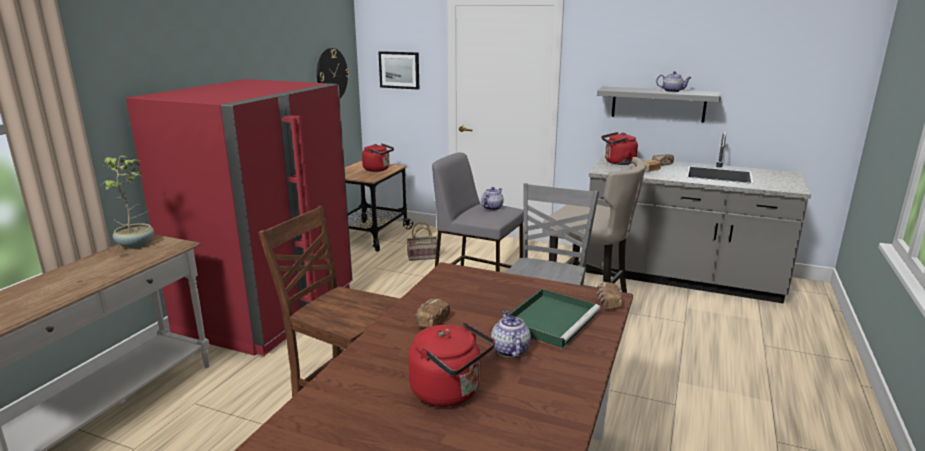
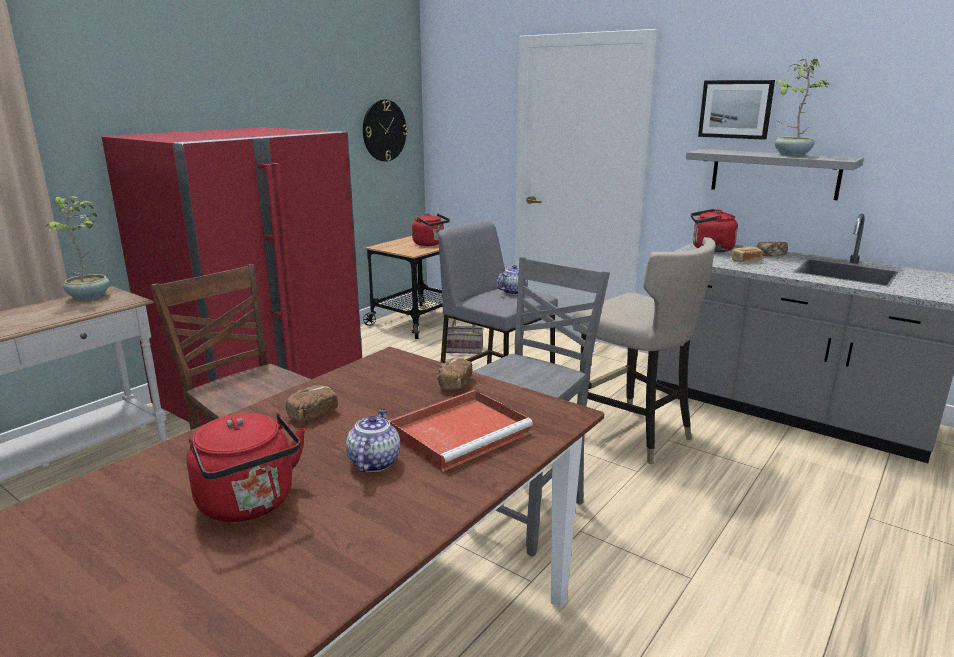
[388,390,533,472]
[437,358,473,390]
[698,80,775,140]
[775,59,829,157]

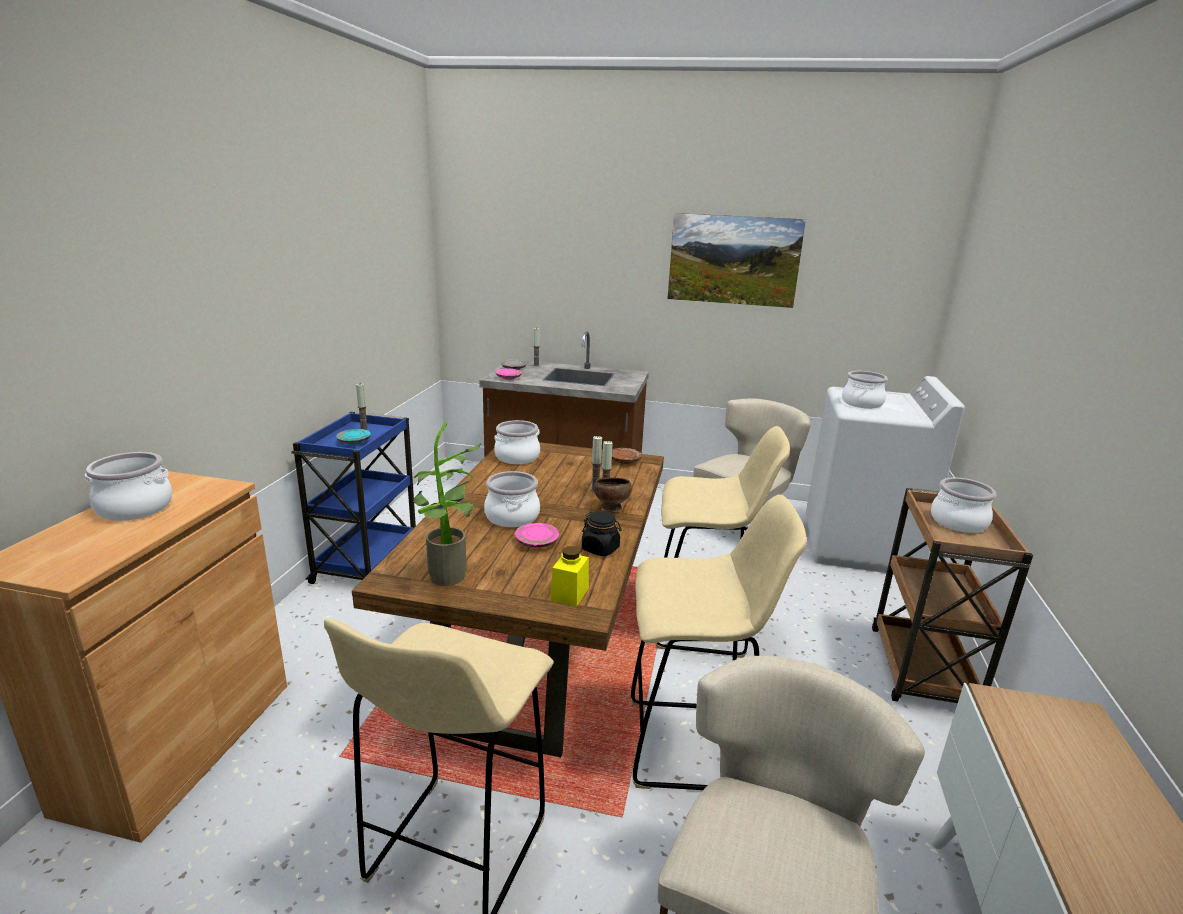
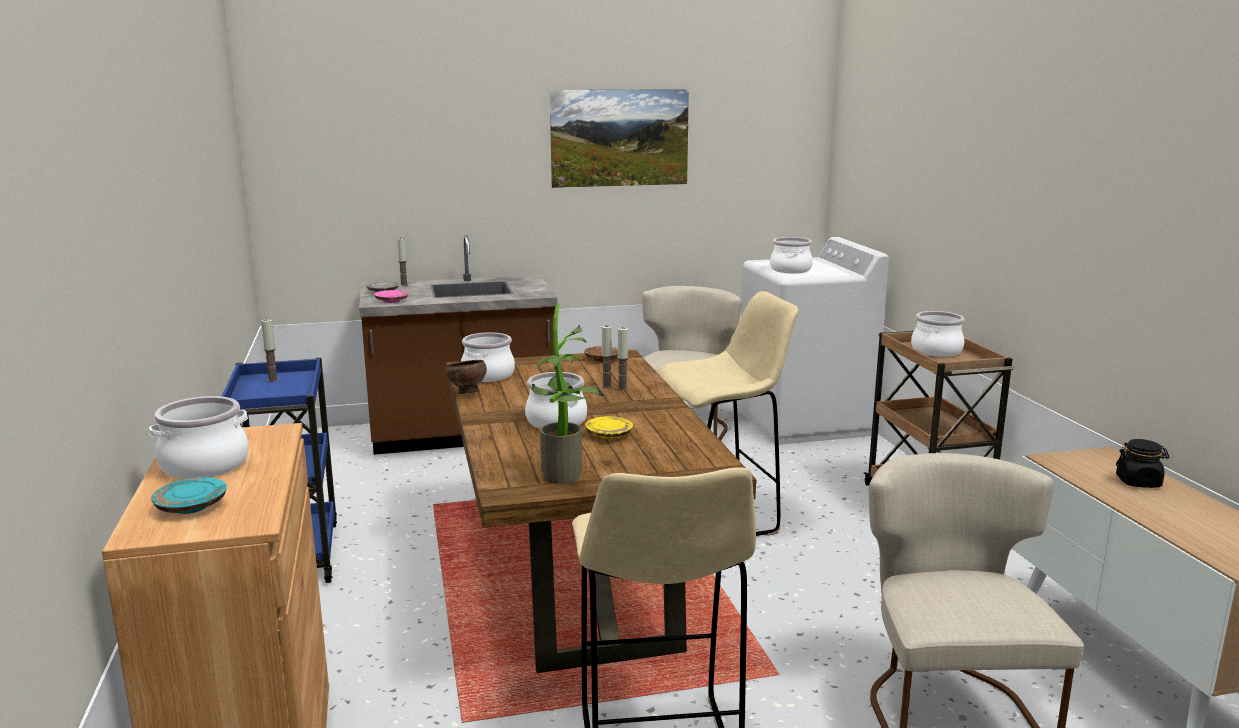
[151,477,227,514]
[446,360,487,394]
[586,416,633,439]
[1116,439,1169,488]
[550,546,589,607] (first image)
[631,494,807,790] (first image)

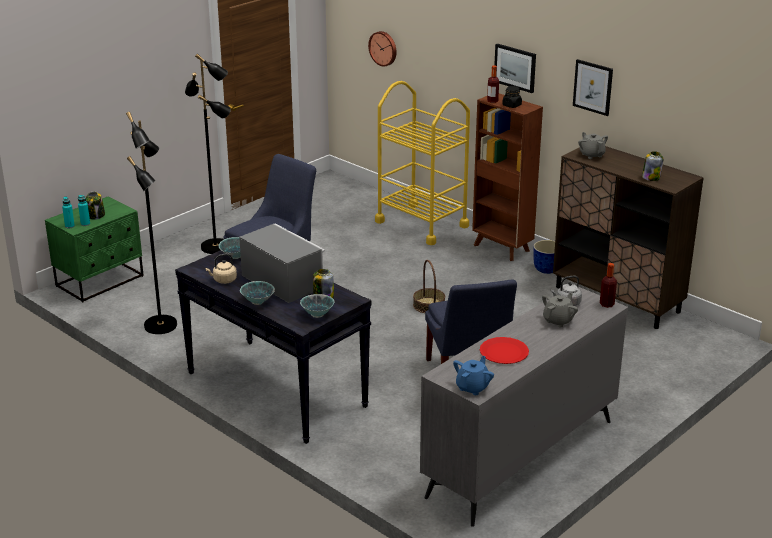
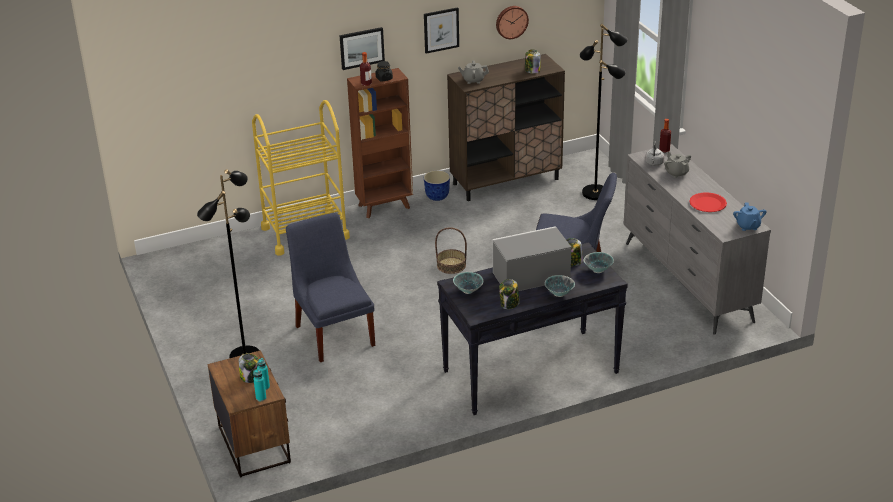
[208,350,291,478]
[496,6,529,39]
[499,279,520,309]
[580,24,627,200]
[733,202,767,231]

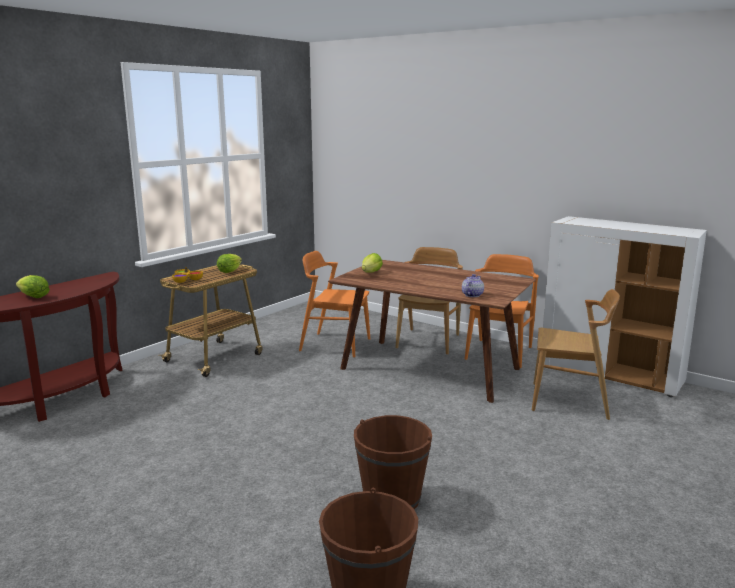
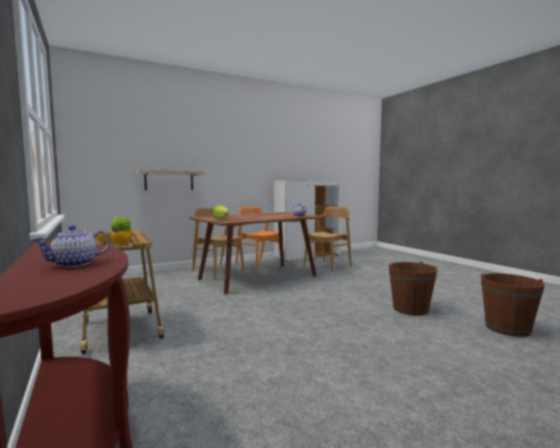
[32,225,110,267]
[136,169,205,190]
[299,251,370,358] (first image)

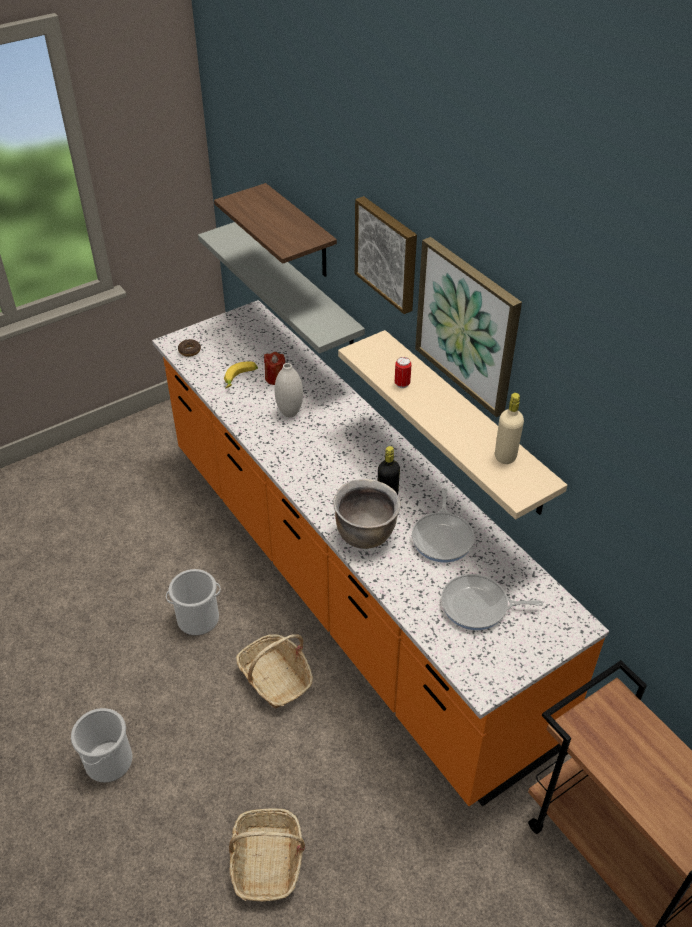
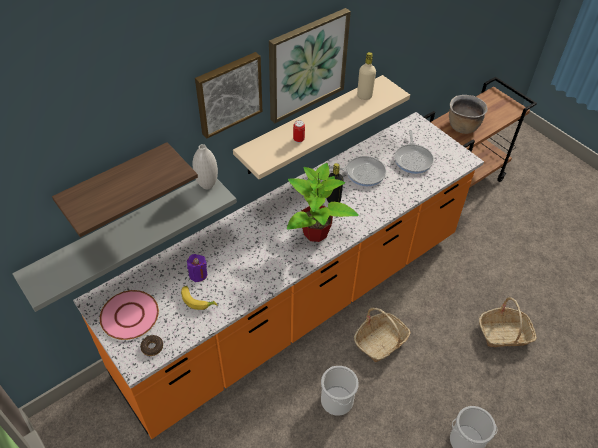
[100,290,159,340]
[187,254,207,282]
[192,144,218,189]
[287,163,359,242]
[449,95,488,134]

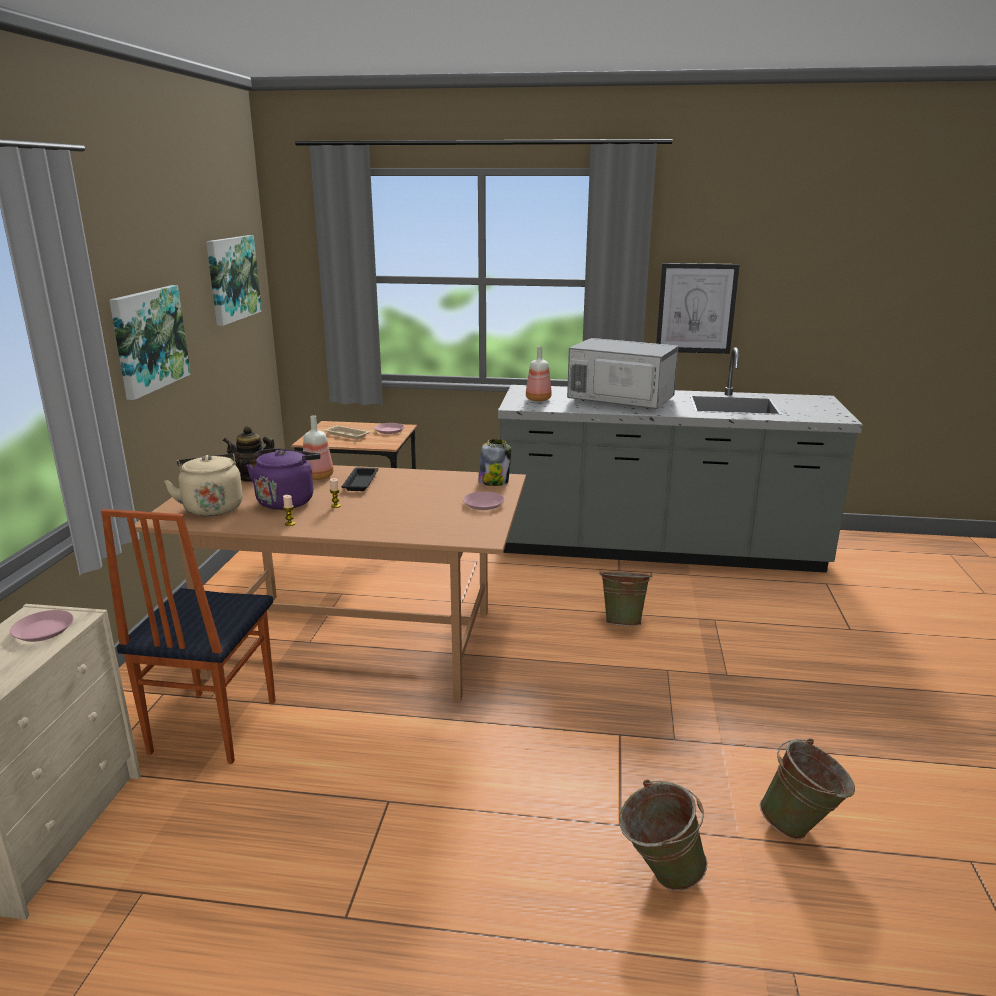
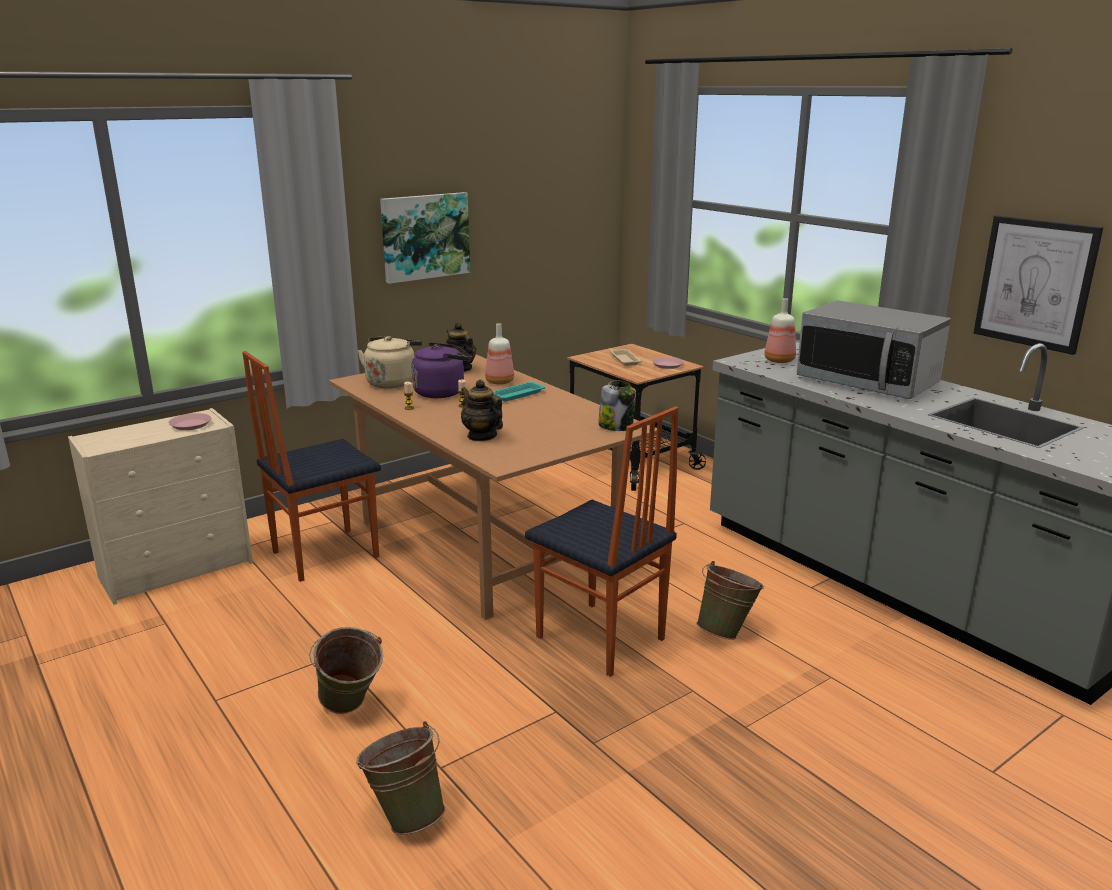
[309,627,383,714]
[461,379,503,441]
[493,382,546,402]
[525,406,679,677]
[796,300,951,399]
[206,235,262,326] (first image)
[463,491,505,510] (first image)

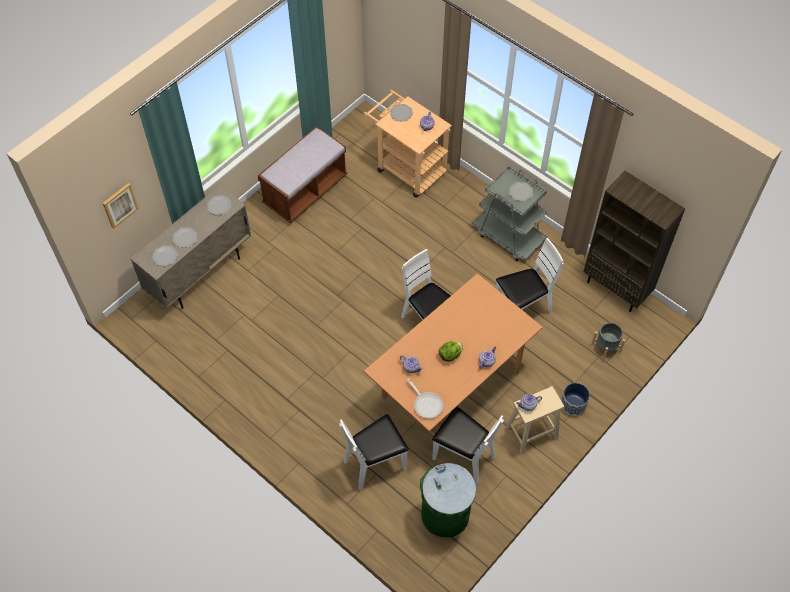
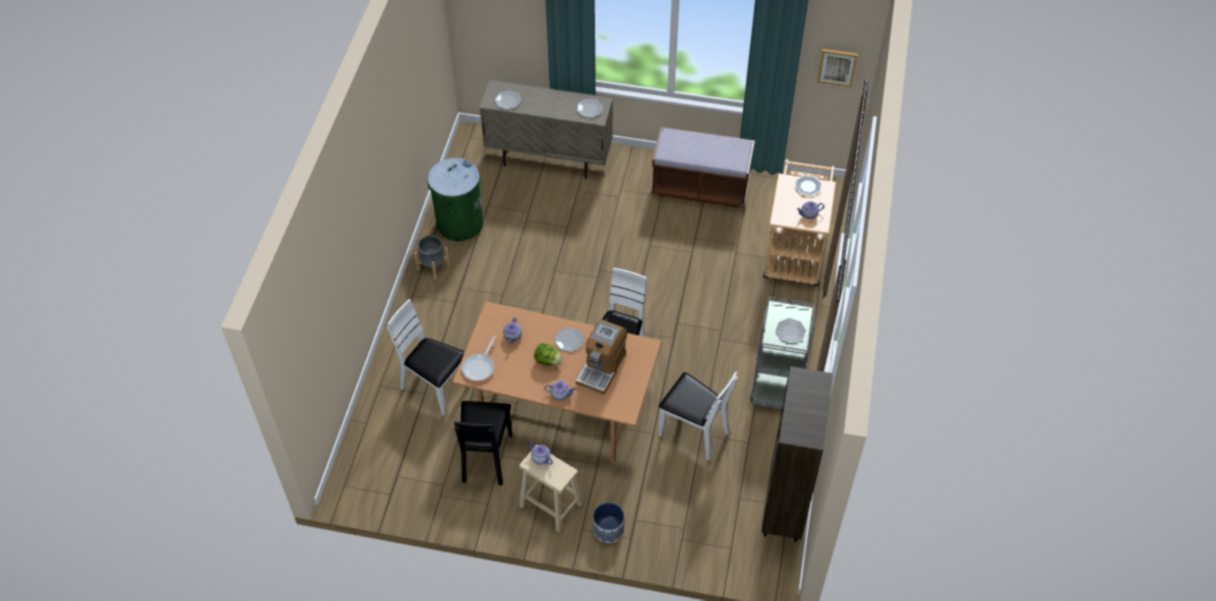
[414,235,450,280]
[427,158,484,241]
[454,401,512,485]
[554,327,584,352]
[576,319,627,395]
[817,49,858,87]

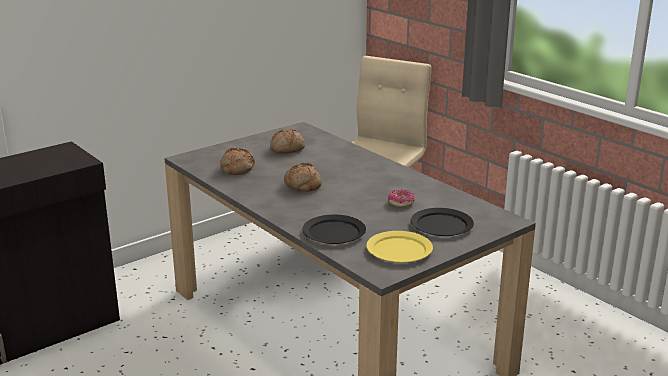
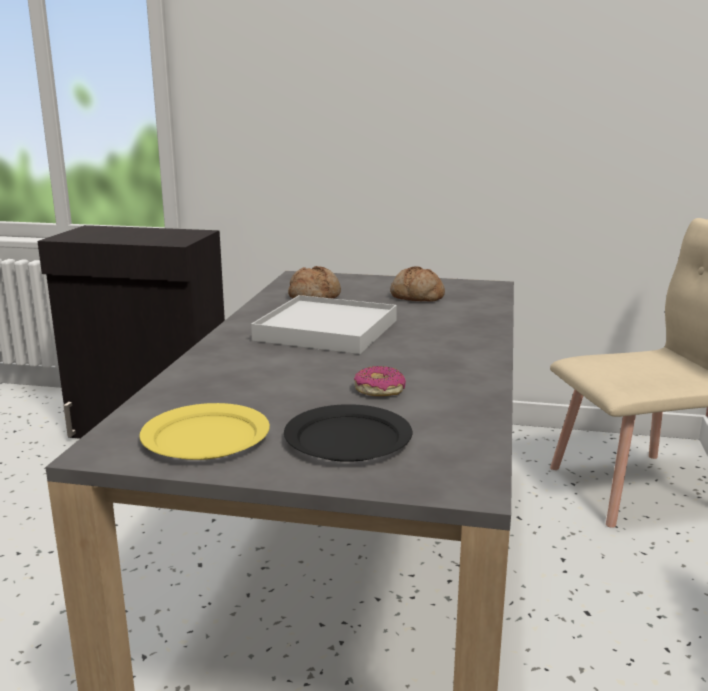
[251,295,397,354]
[302,215,366,244] (first image)

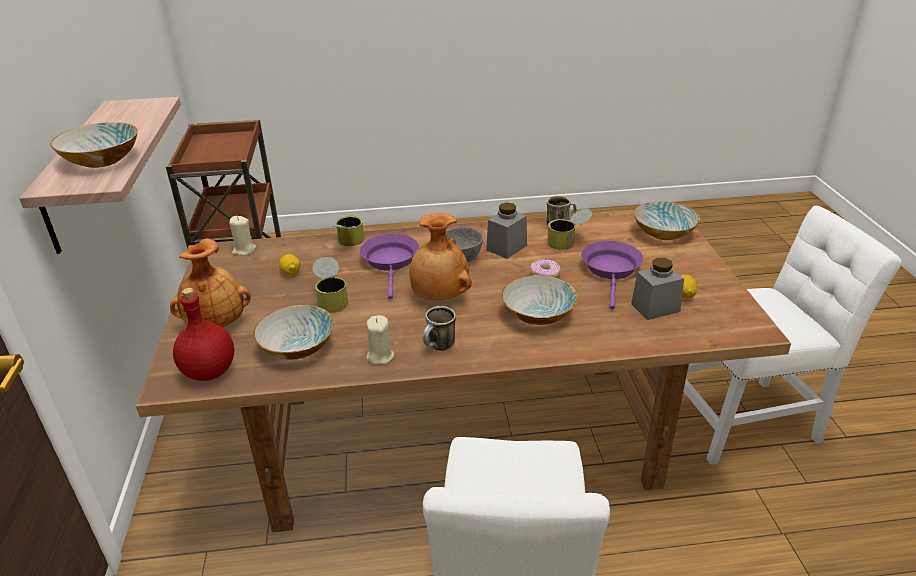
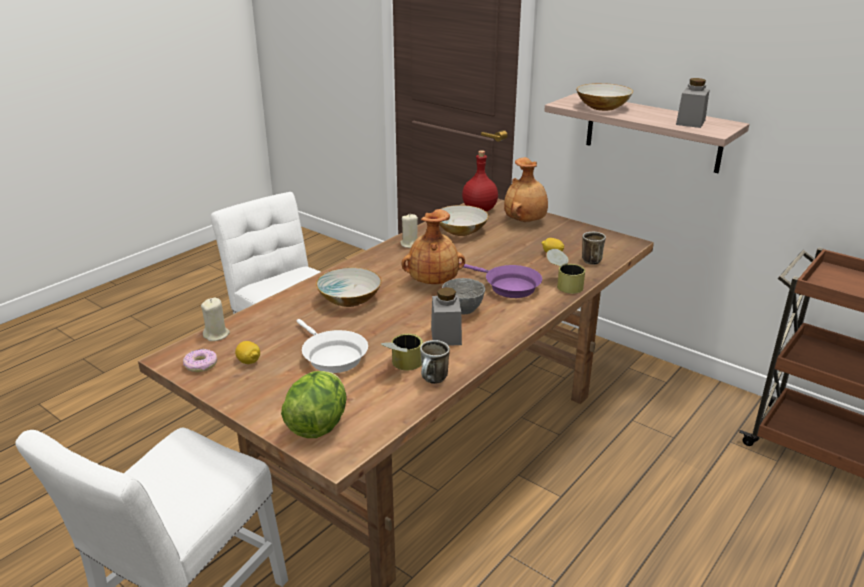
[183,349,217,372]
[201,298,230,341]
[281,371,346,438]
[297,319,368,373]
[582,232,606,265]
[676,78,710,128]
[312,257,348,313] (first image)

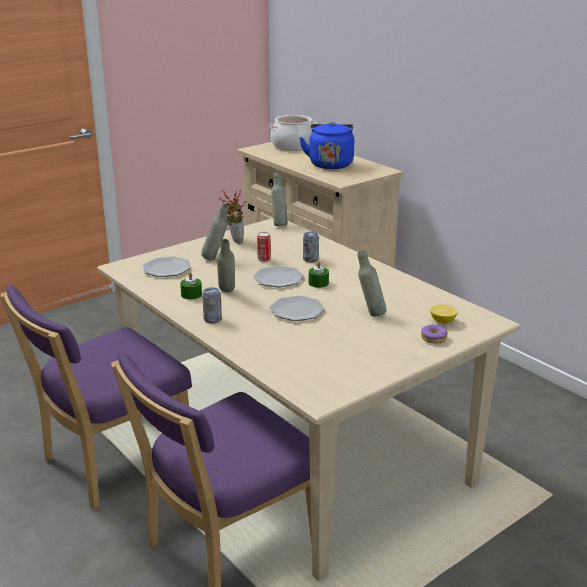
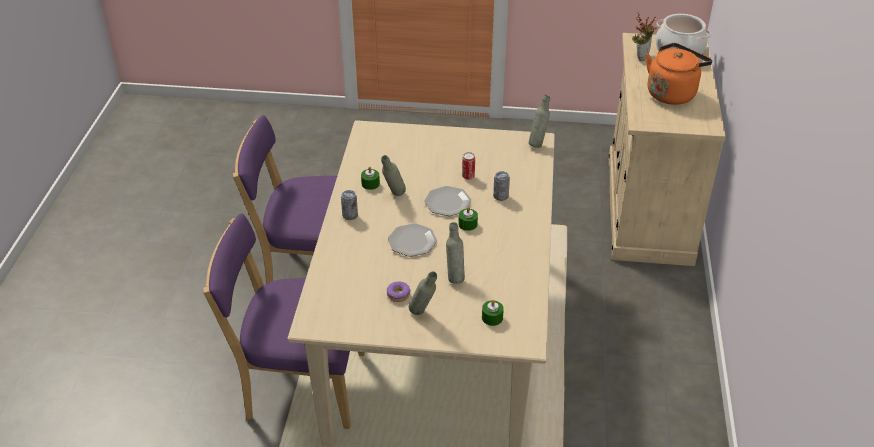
[387,281,411,302]
[409,271,437,315]
[482,300,504,326]
[632,12,657,61]
[646,43,712,105]
[143,256,191,277] (first image)

